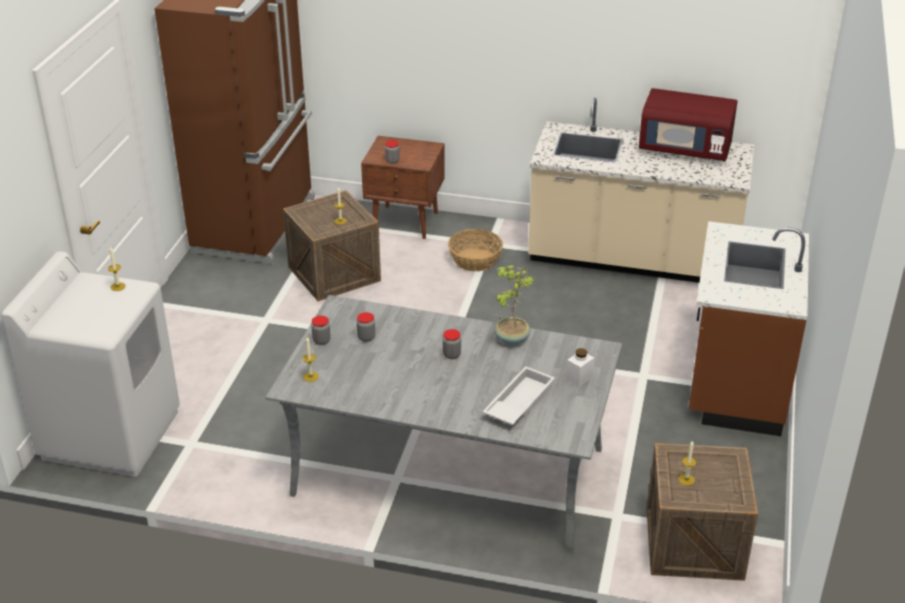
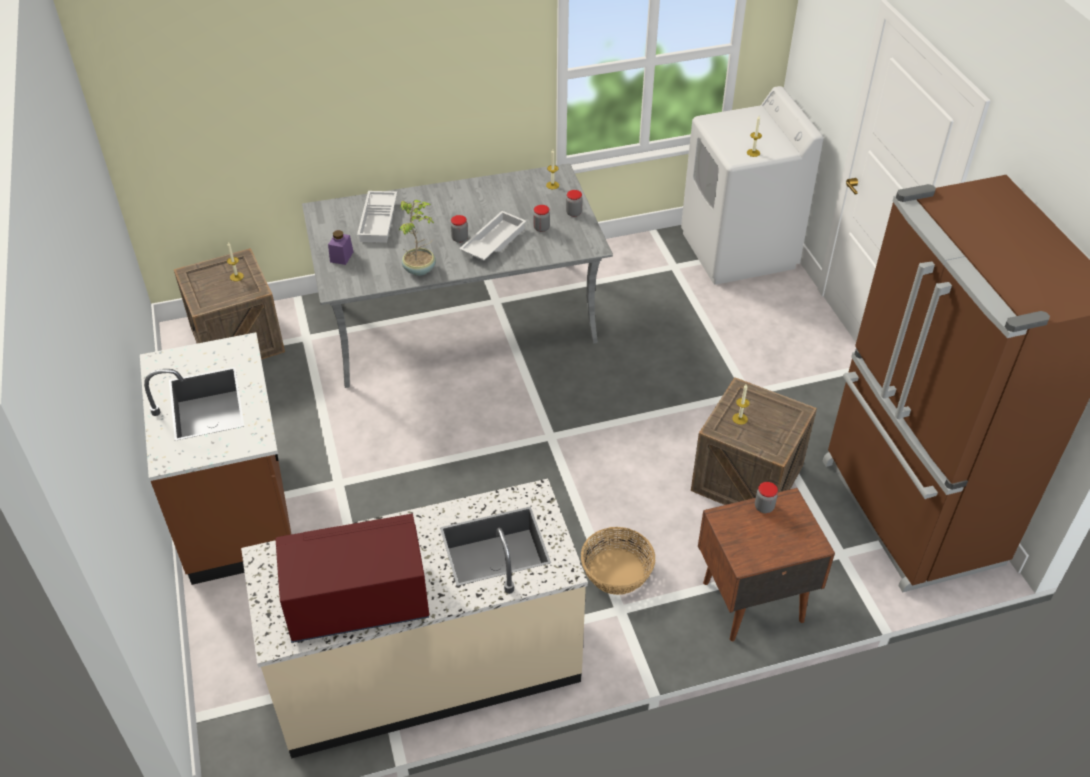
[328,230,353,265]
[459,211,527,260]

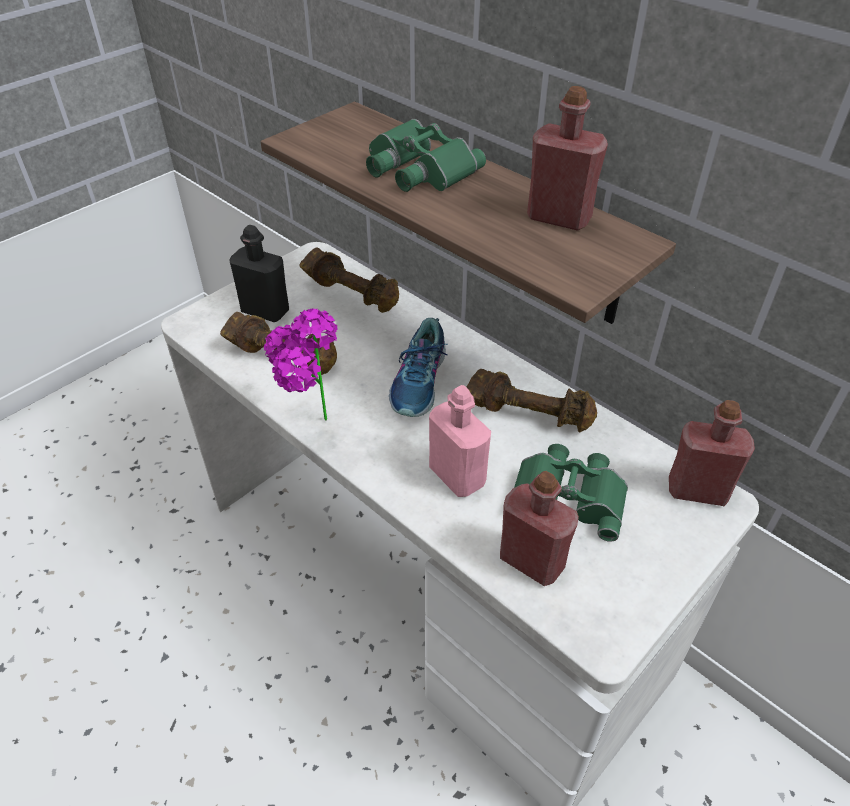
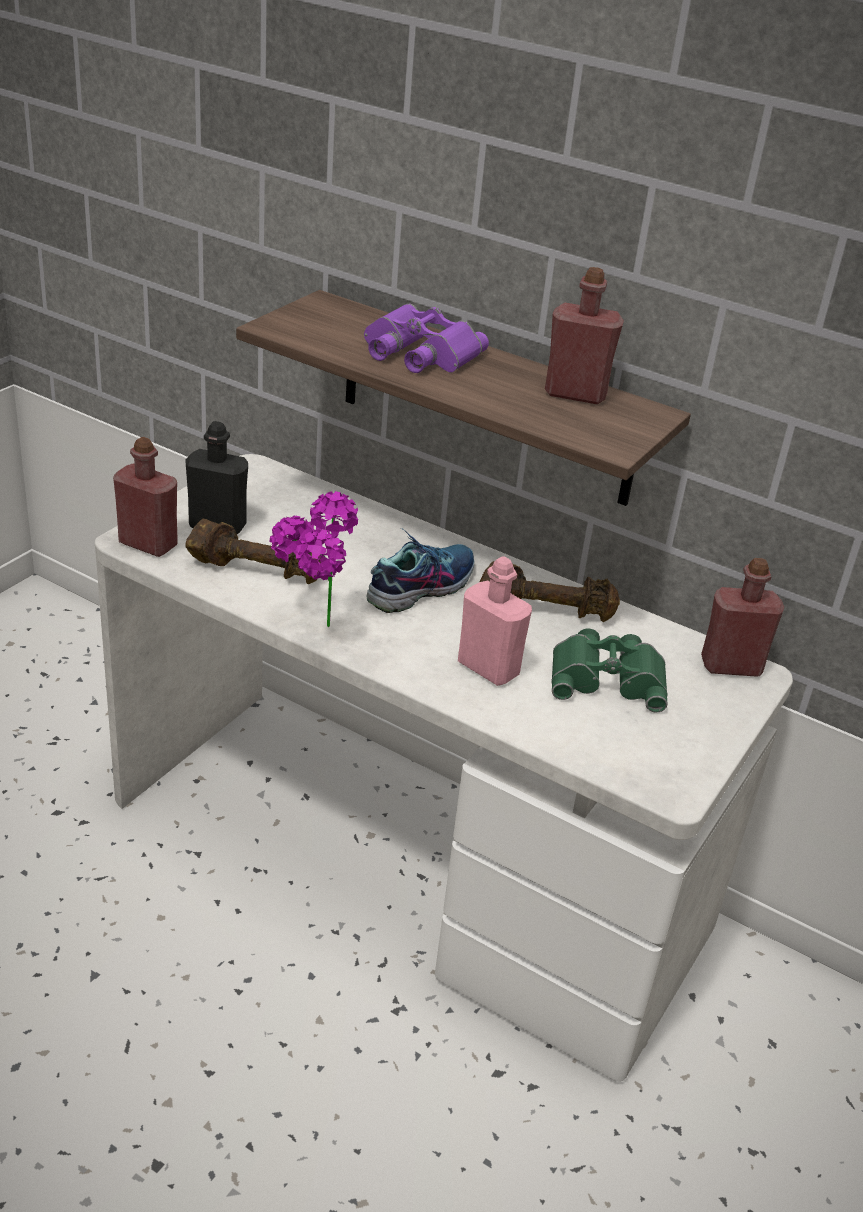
[113,437,178,557]
[364,303,489,373]
[367,528,474,613]
[299,247,399,313] (first image)

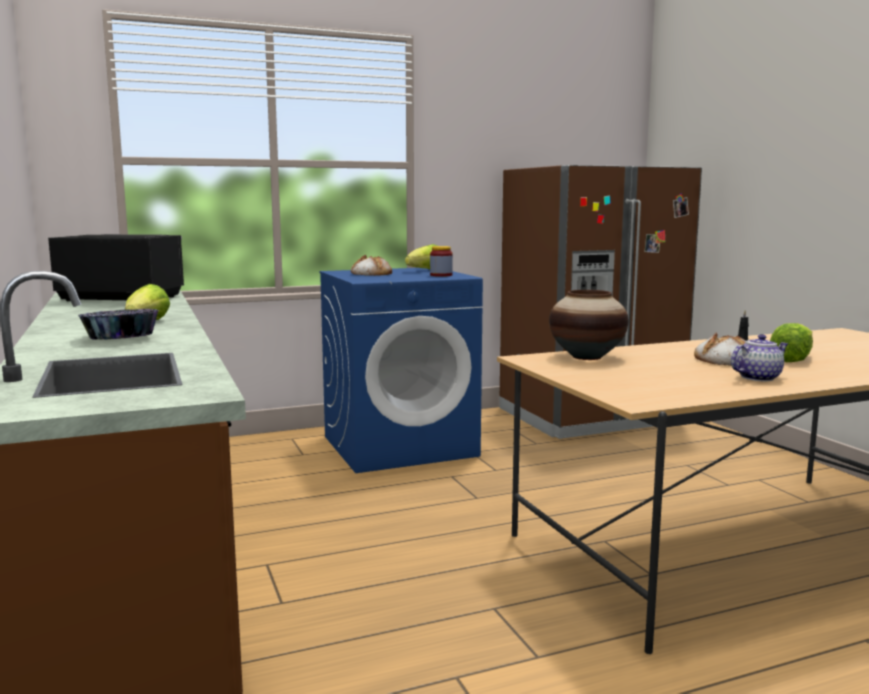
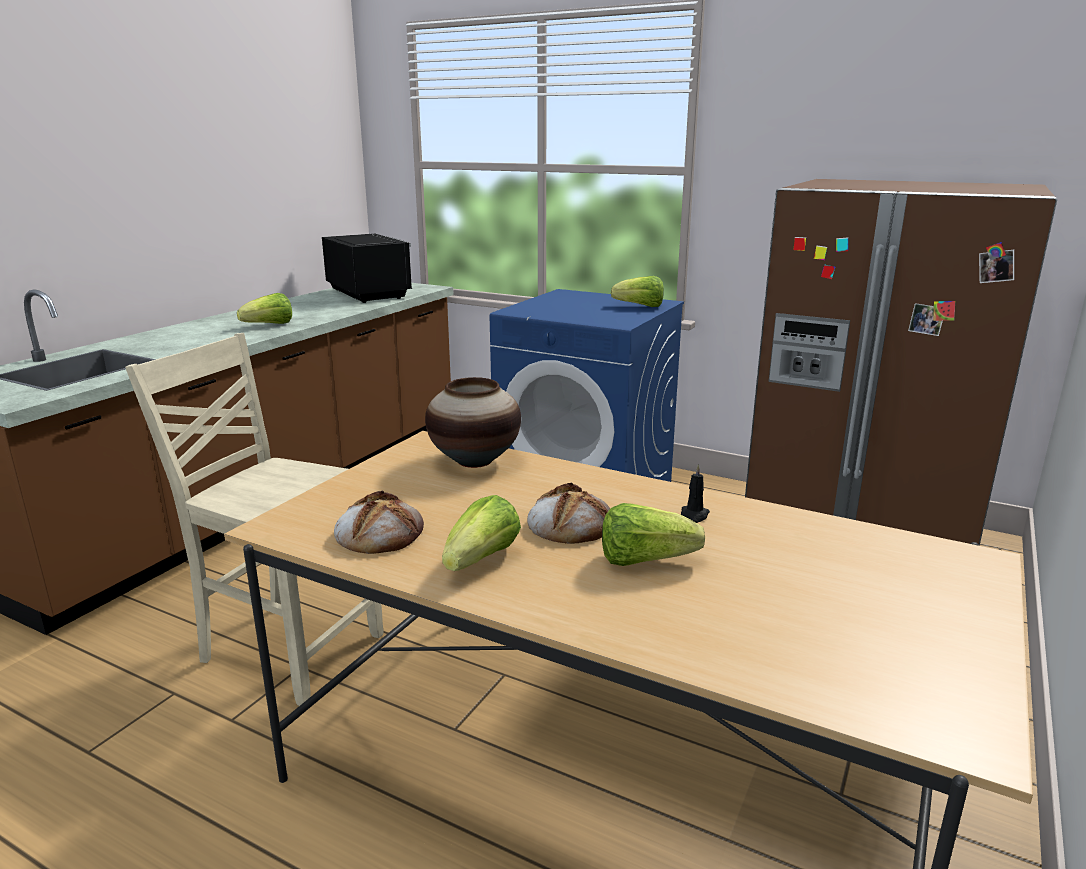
[125,333,383,706]
[334,490,424,554]
[442,495,521,571]
[78,309,159,340] (first image)
[430,246,453,277] (first image)

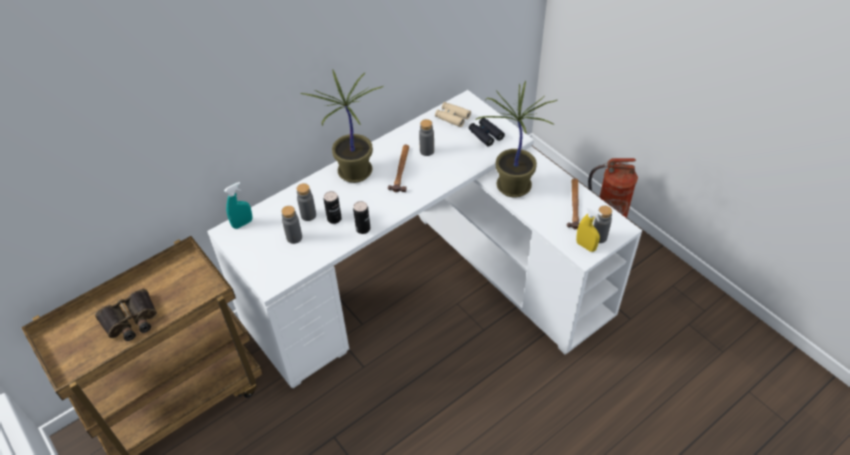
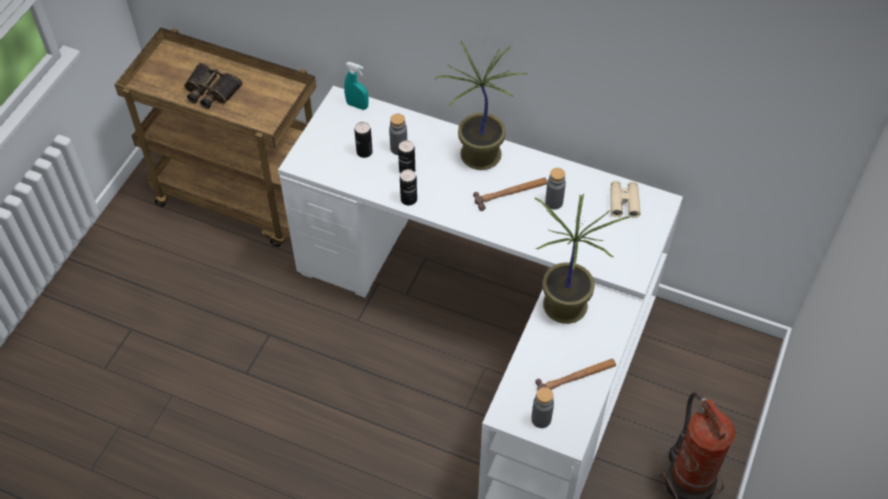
[354,122,373,158]
[469,118,505,147] (first image)
[576,206,602,252] (first image)

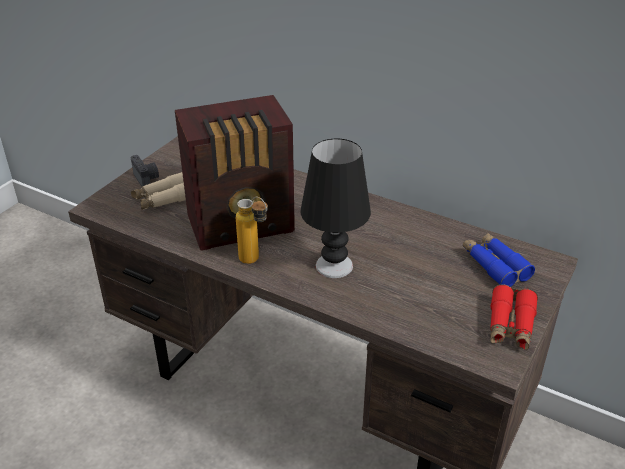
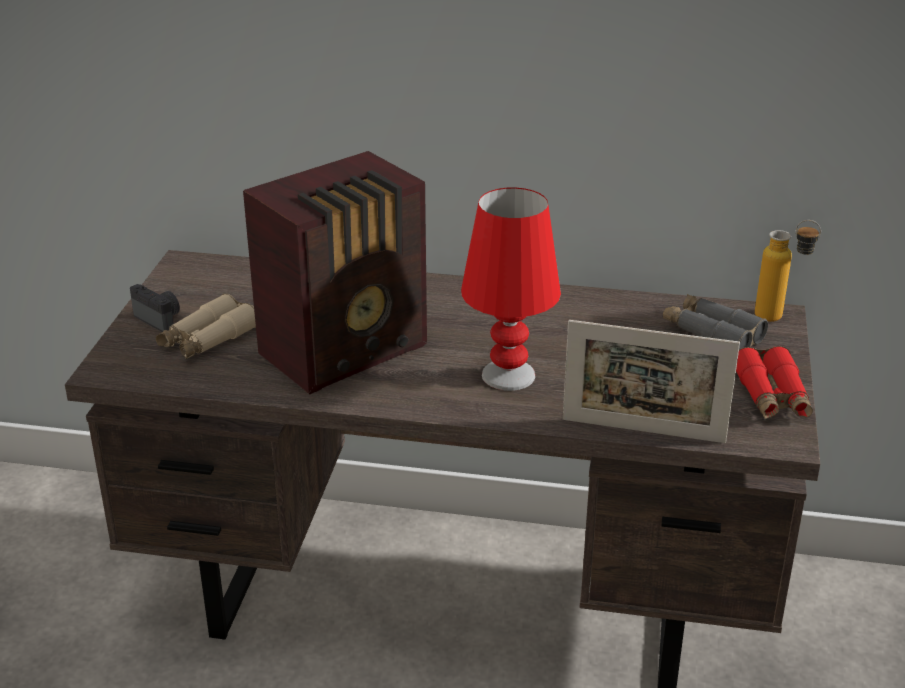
[461,187,561,391]
[563,320,740,443]
[663,294,768,349]
[755,220,821,322]

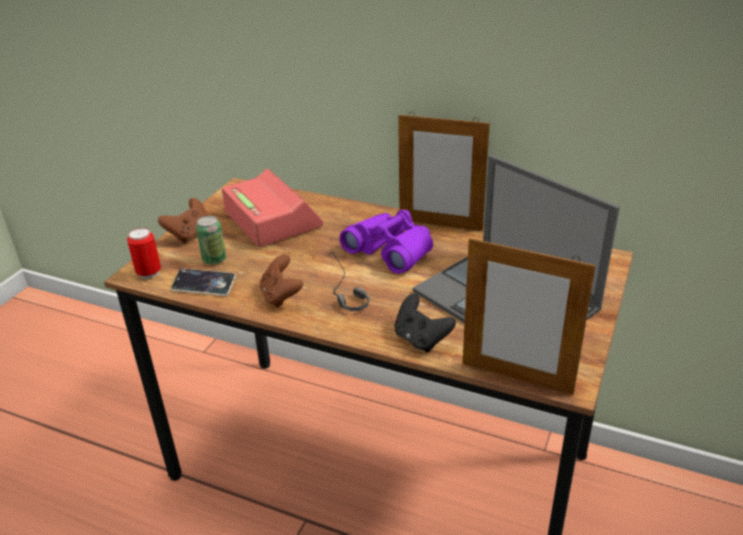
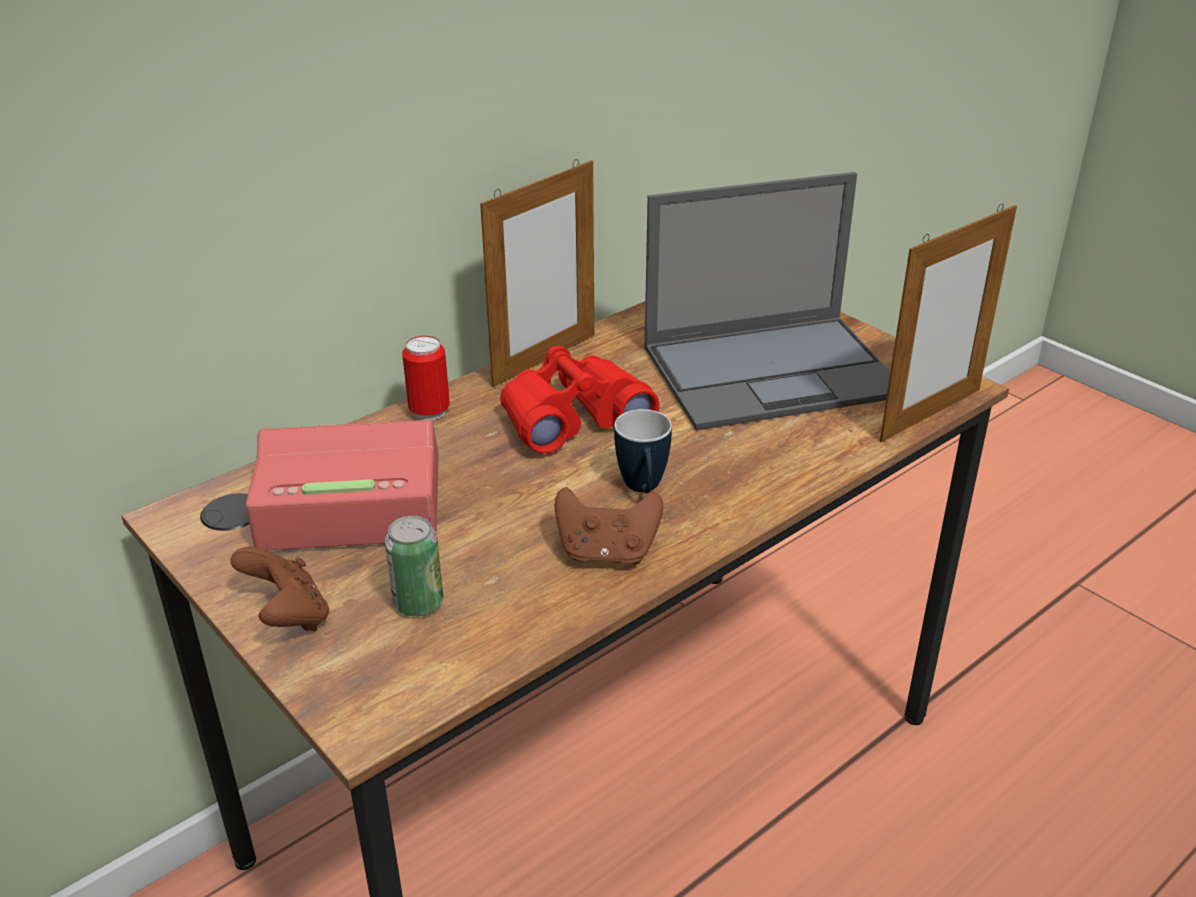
[402,336,450,421]
[500,346,660,454]
[614,409,672,493]
[171,268,236,296] (first image)
[395,294,456,352] (first image)

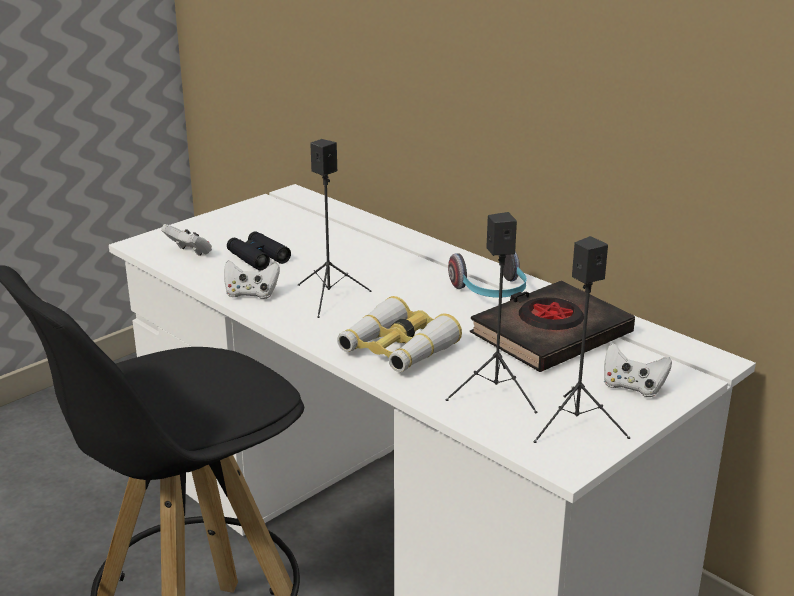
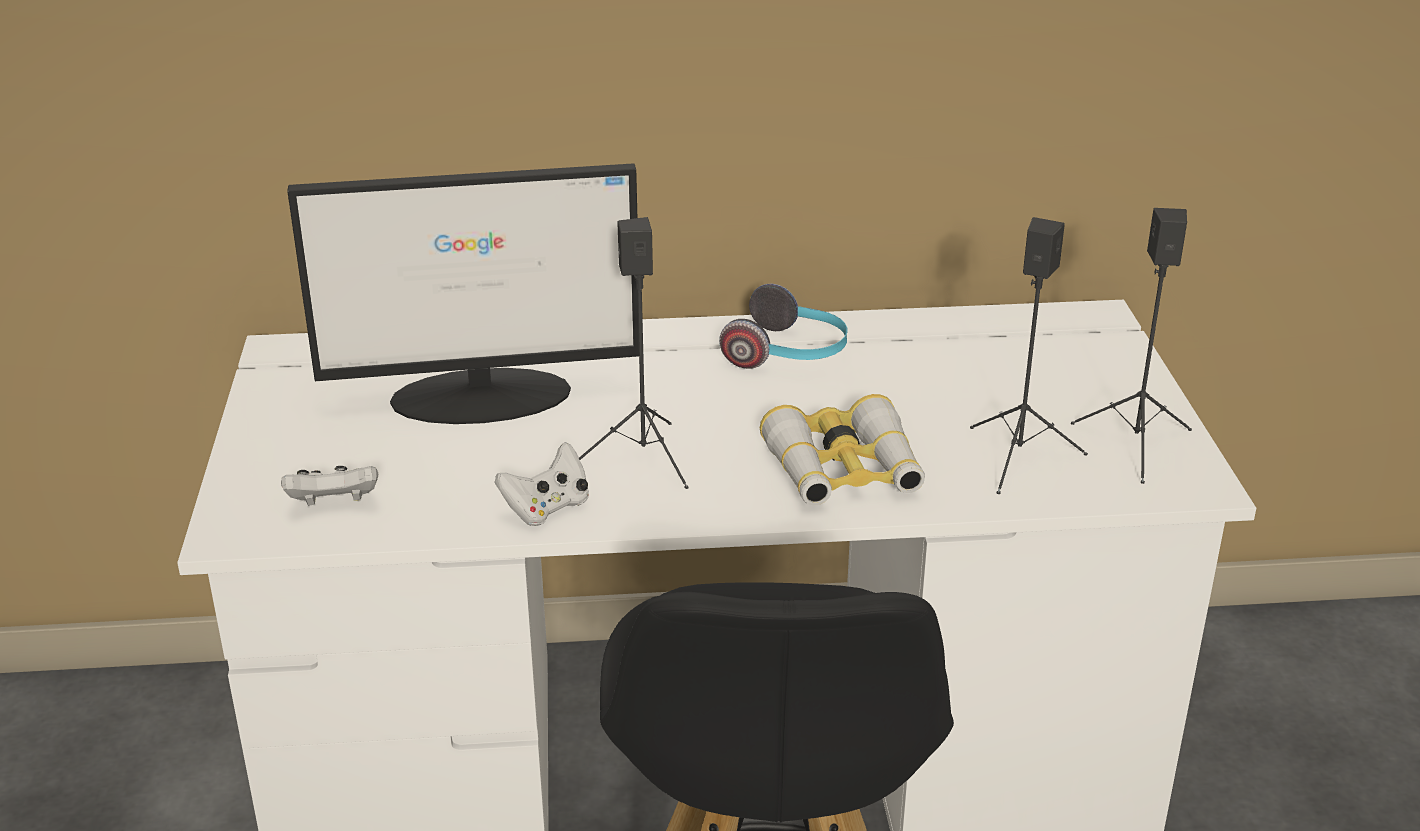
[287,163,639,424]
[227,231,291,271] (first image)
[470,281,635,372] (first image)
[604,343,672,397] (first image)

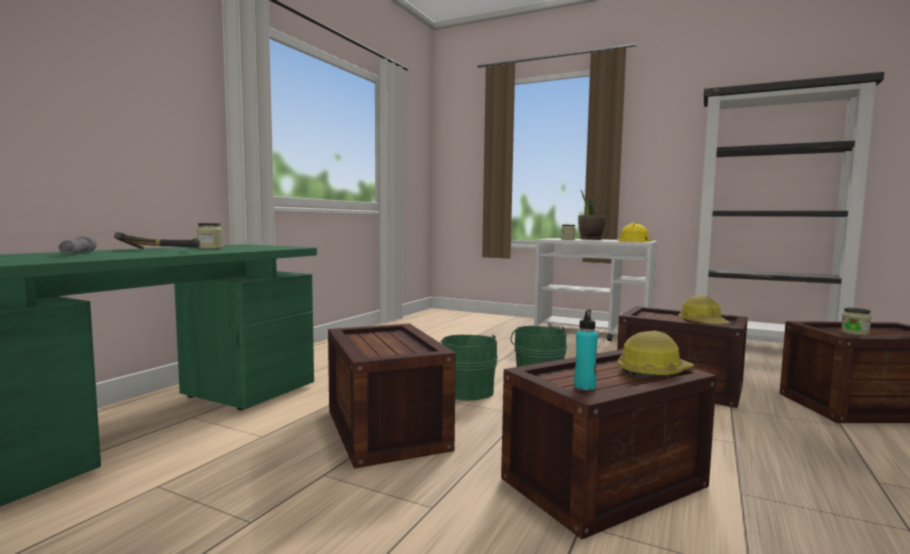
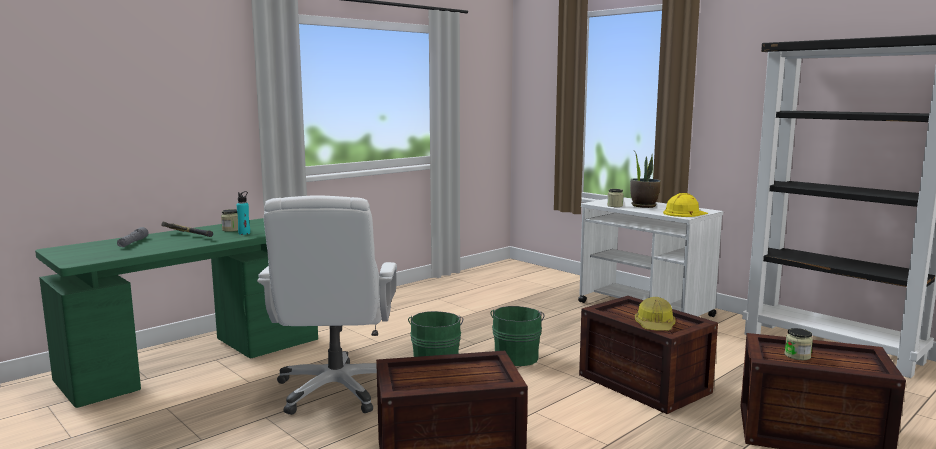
[237,191,250,235]
[257,195,397,415]
[617,331,694,379] (first image)

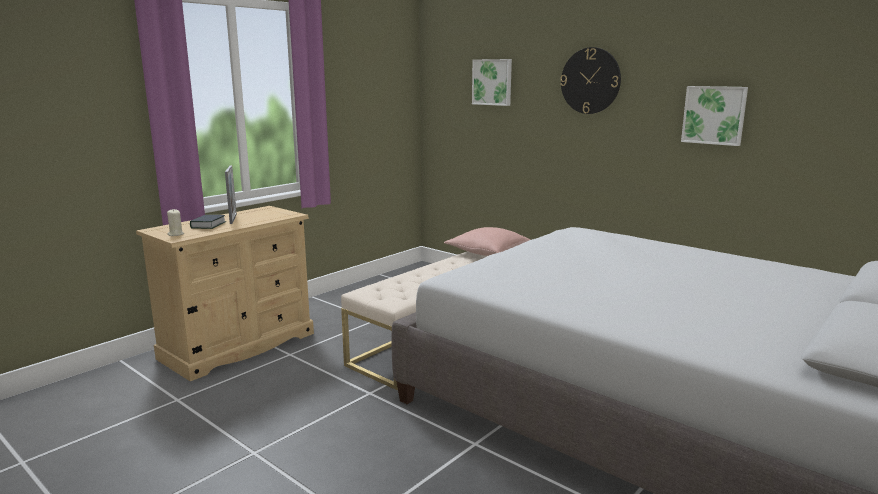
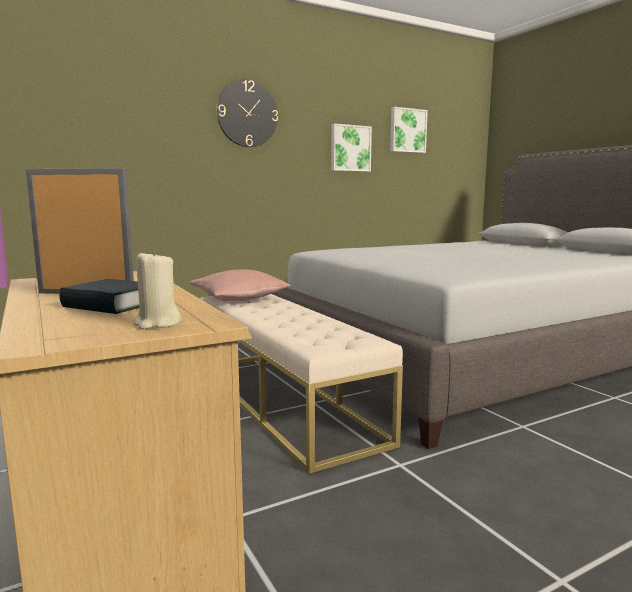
[390,107,428,153]

